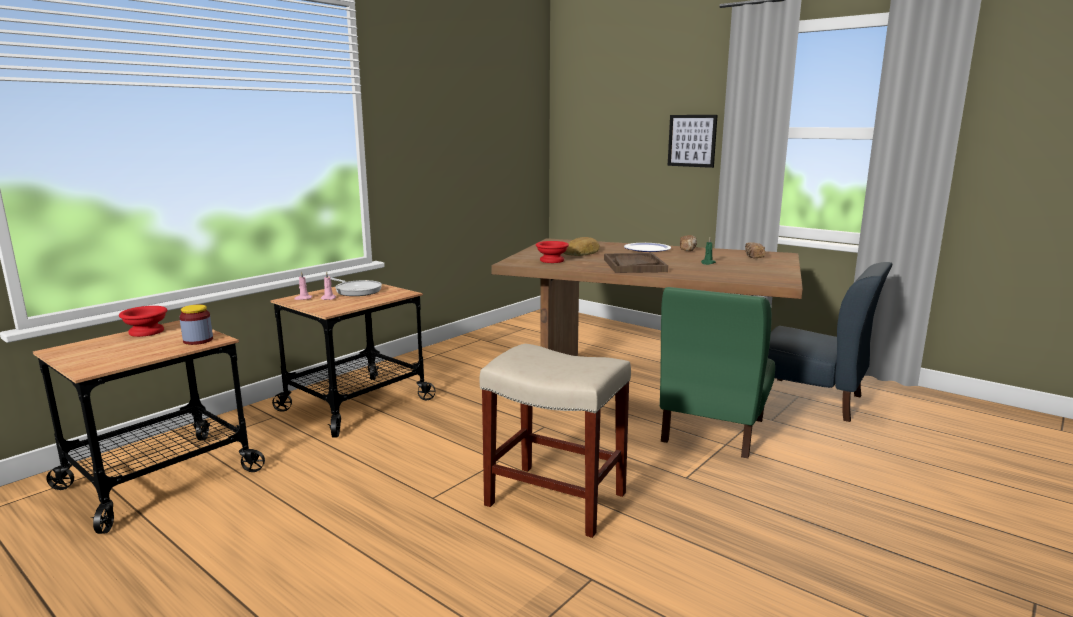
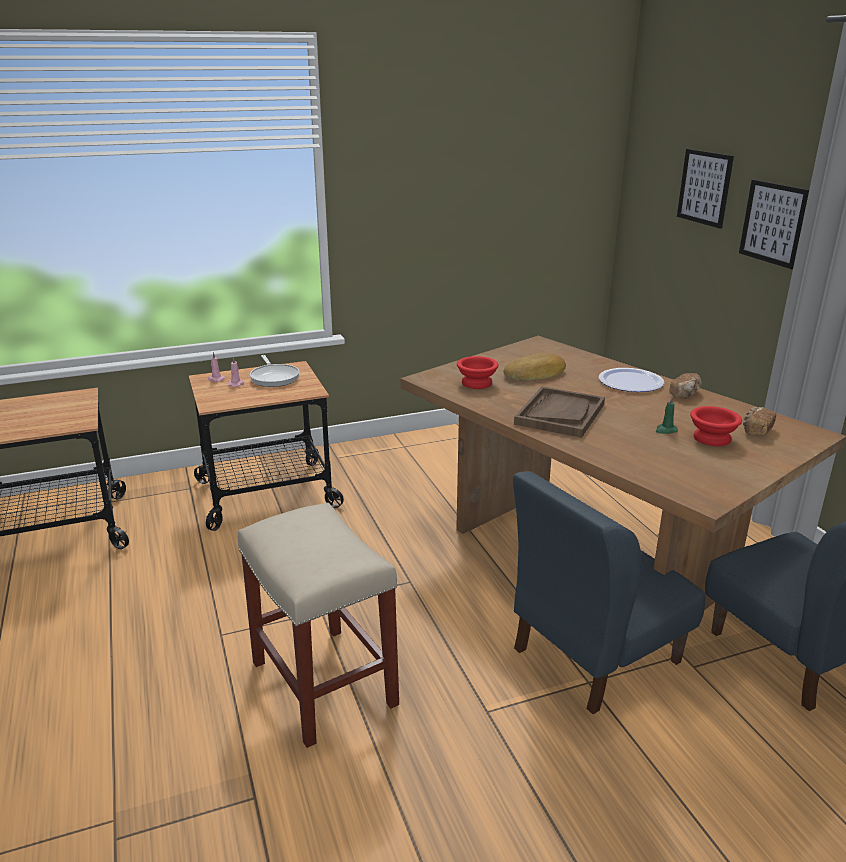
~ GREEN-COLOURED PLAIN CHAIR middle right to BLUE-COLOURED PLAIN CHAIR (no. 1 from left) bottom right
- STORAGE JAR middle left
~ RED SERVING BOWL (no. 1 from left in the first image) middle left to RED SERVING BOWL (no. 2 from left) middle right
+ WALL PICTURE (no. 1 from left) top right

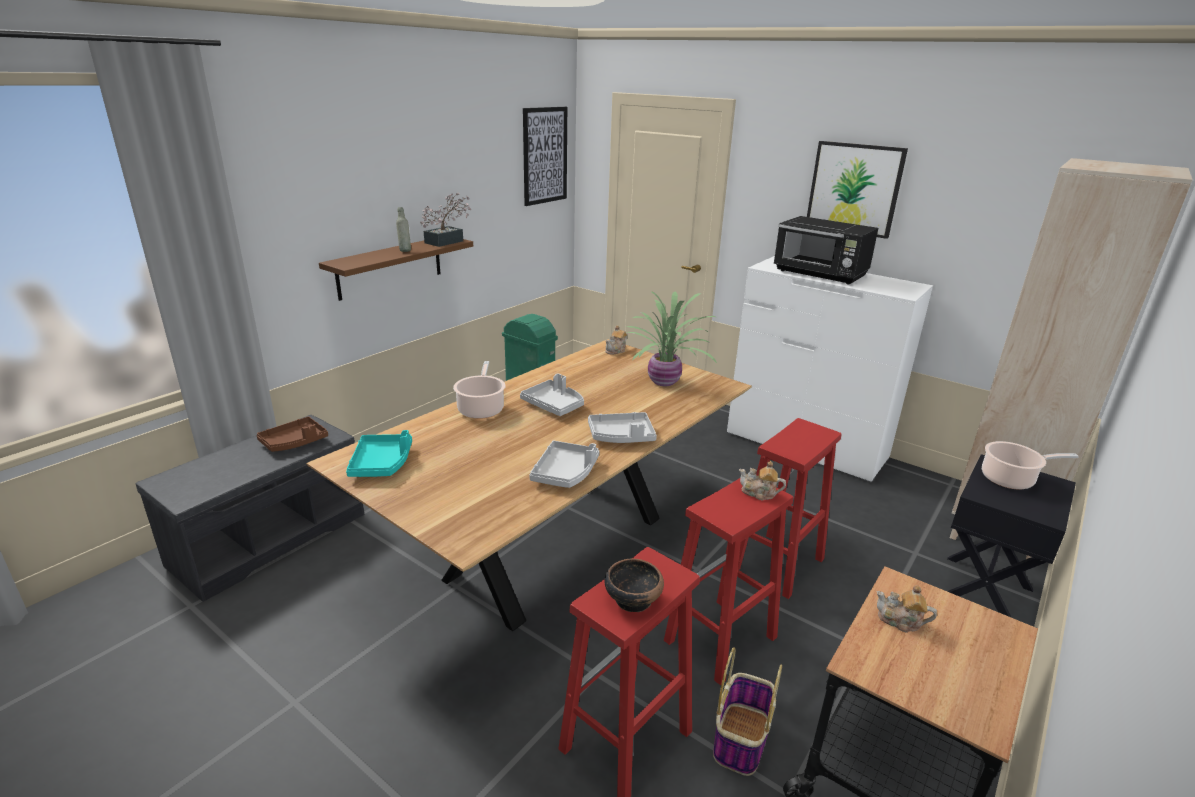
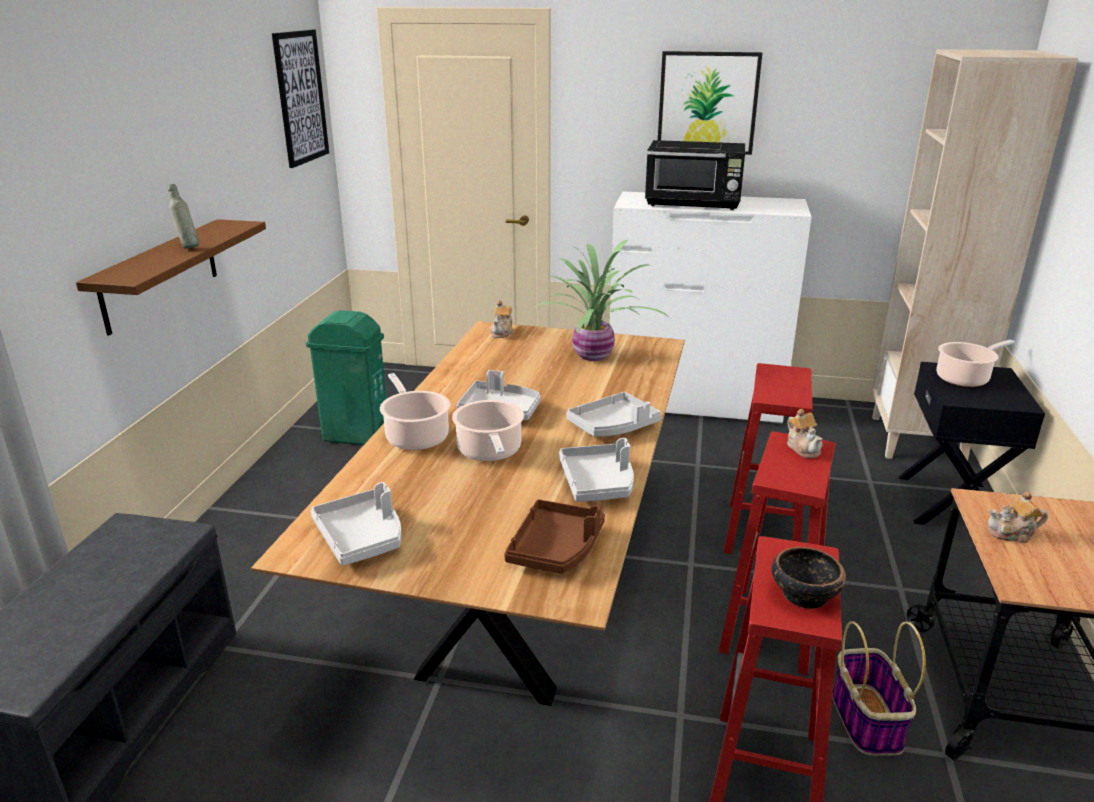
- HOUSEPLANT (no. 1 from left) top centre
~ BROWNISH SERVING TRAY middle left to bottom centre
~ BLUE-GREEN SERVING TRAY middle left to GRAY SERVING TRAY (no. 1 from left) middle left
~ TEA POT (no. 2 from left) centre = middle right 105 degrees counterclockwise
+ STOCKPOT (no. 2 from left) centre

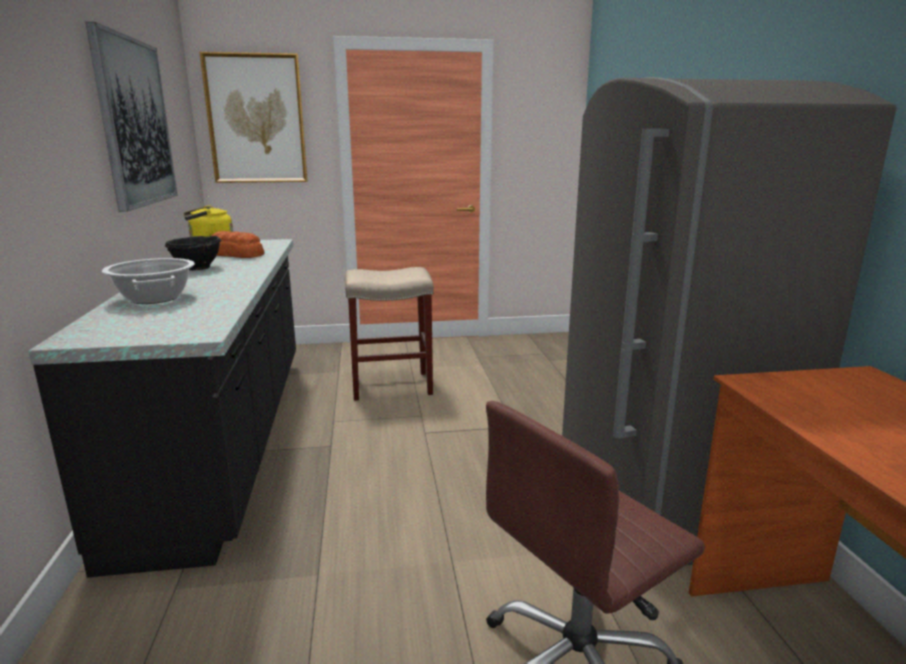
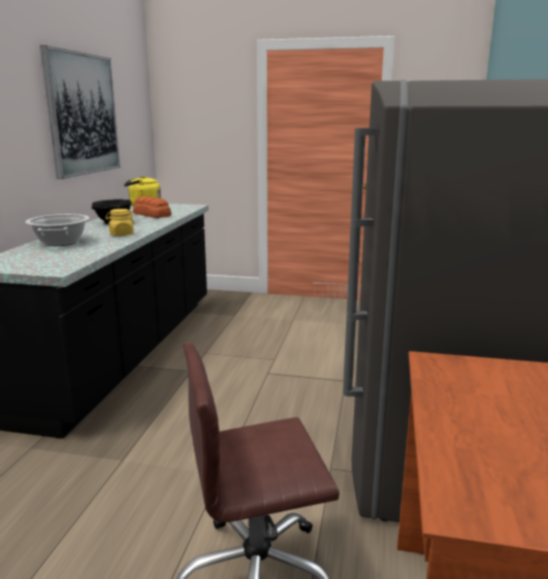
- WALL PICTURE (no. 2 from left) top left
- BEIGE STOOL SEAT centre
+ YELLOW-COLOURED STORAGE JAR middle left

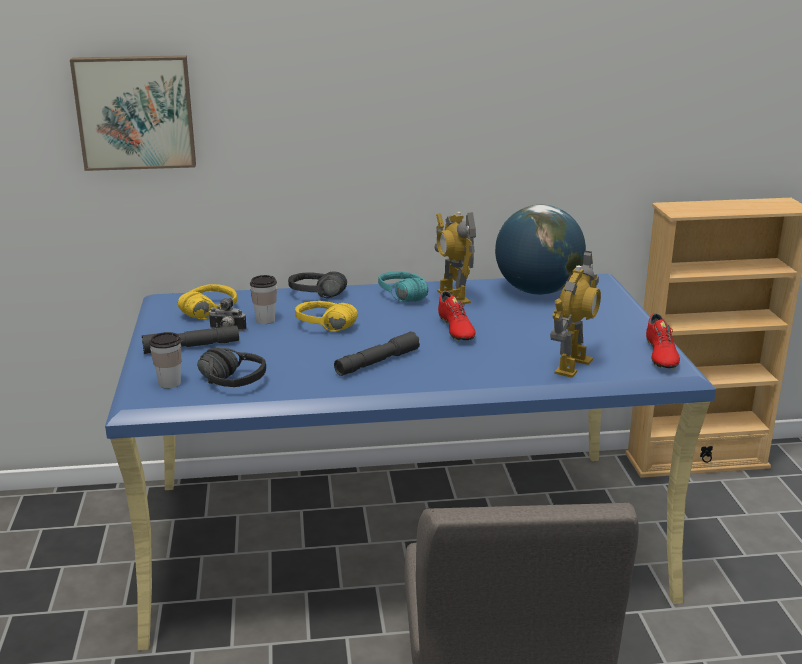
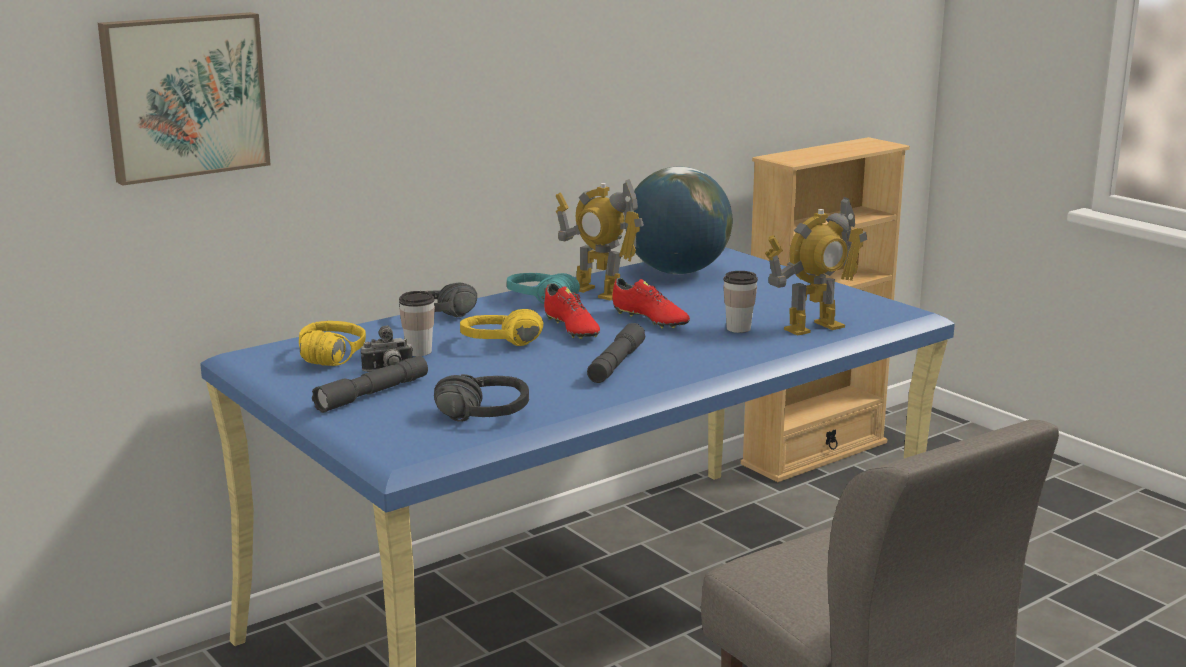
~ ROBOT FIGURE (no. 2 from left) middle right = middle right 60 degrees clockwise
~ RED SHOE (no. 2 from left in the first image) middle right to RED SHOE (no. 1 from left) centre
~ DRINKING CUP (no. 1 from left in the first image) middle left to DRINKING CUP (no. 2 from left) centre

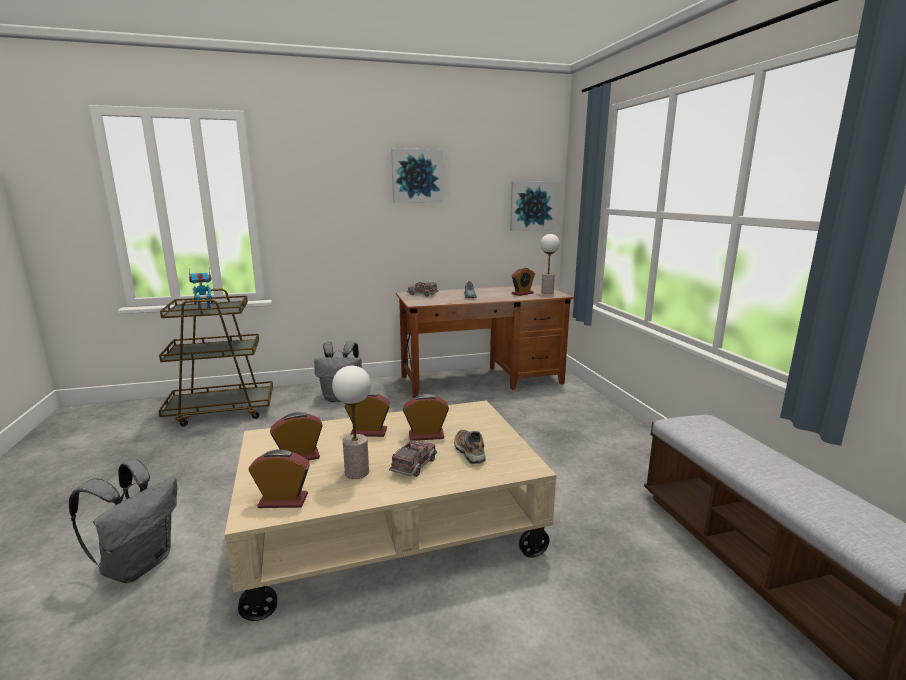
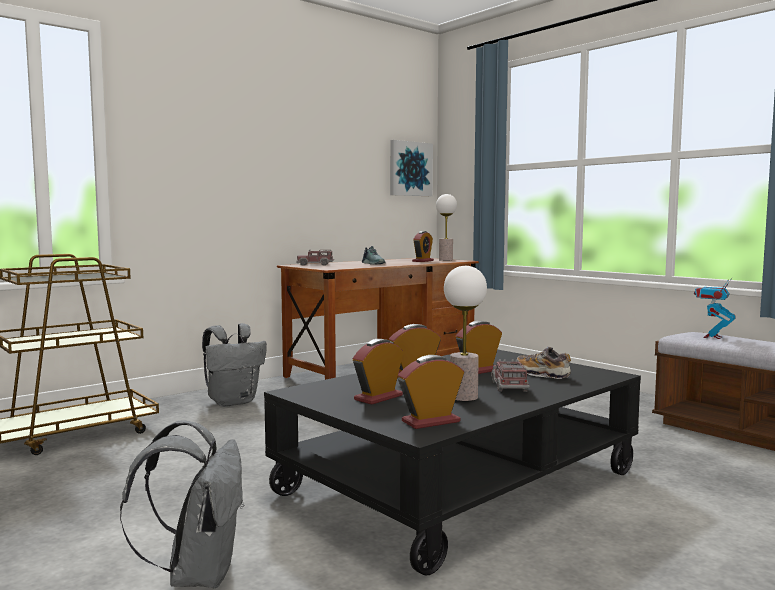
- WALL PICTURE (no. 1 from left) top centre
~ ROBOT FIGURE middle left to middle right
~ BEIGE LOW TABLE bottom centre to BLACK LOW TABLE bottom centre

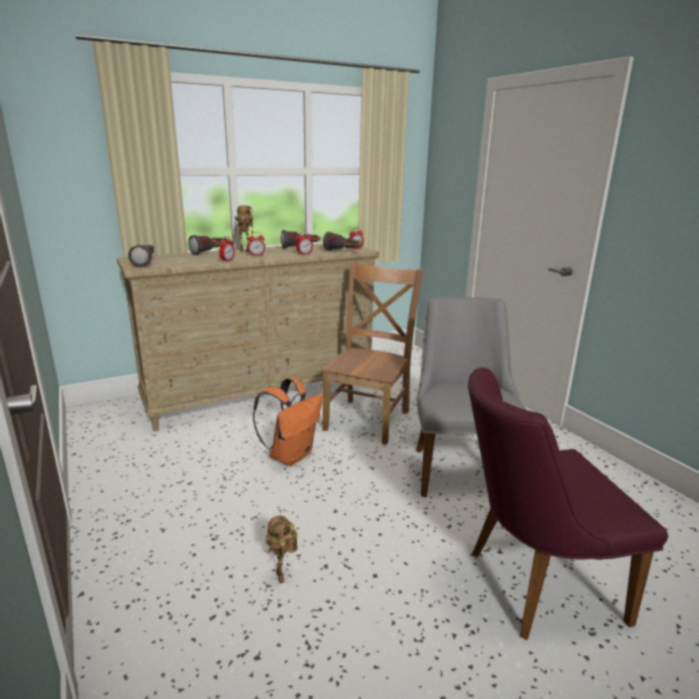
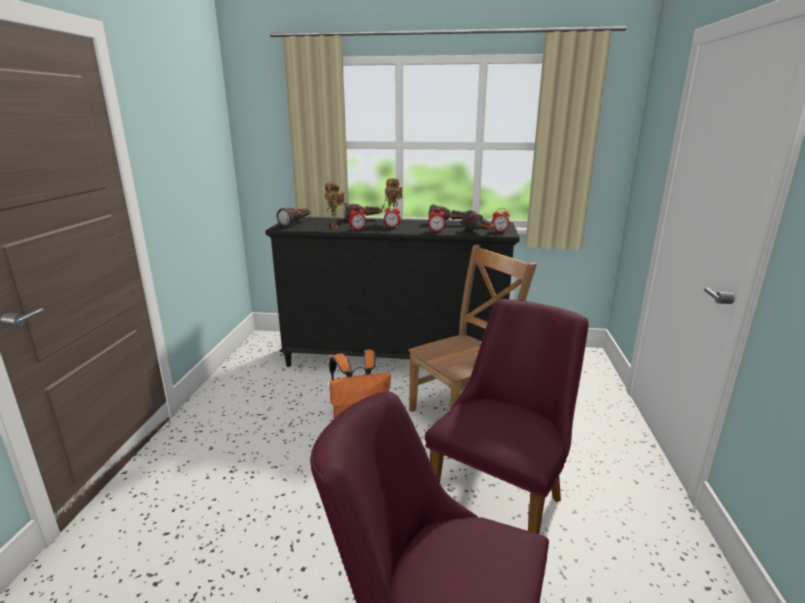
~ BEIGE DRAWER CHEST centre to BLACK DRAWER CHEST centre
~ GRAY PLAIN CHAIR middle right to PURPLISH PLAIN CHAIR (no. 2 from left) bottom centre
~ ROBOT FIGURE (no. 2 from left in the first image) bottom centre to ROBOT FIGURE (no. 1 from left) centre

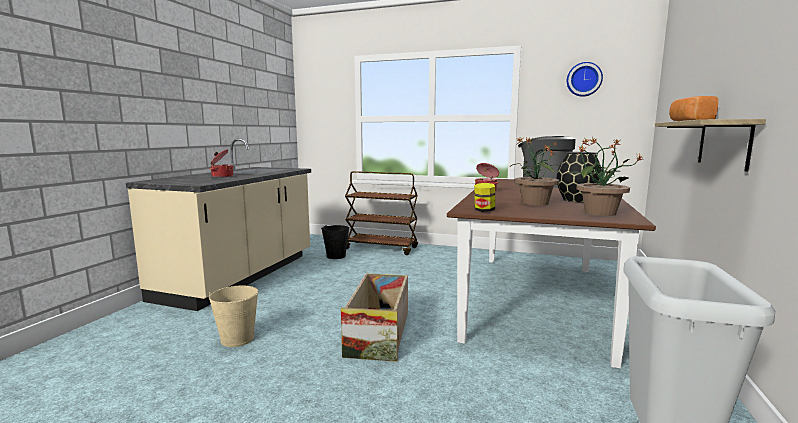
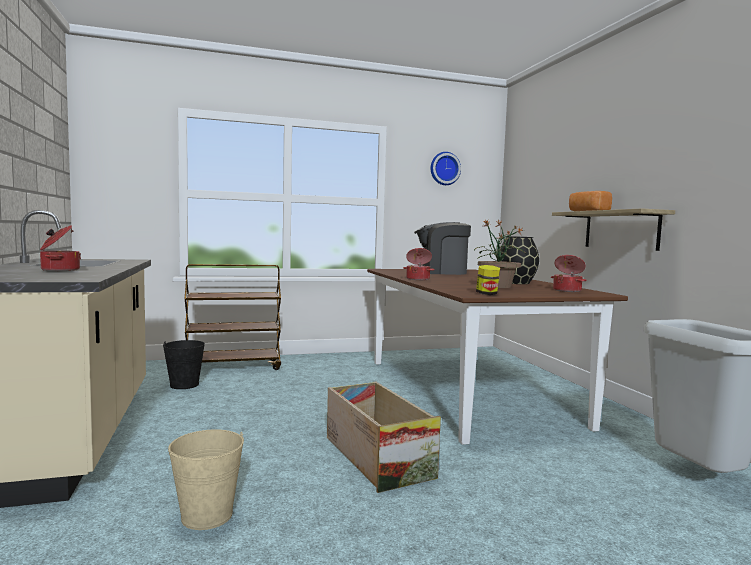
~ HOUSEPLANT (no. 2 from left) middle right to STOCKPOT (no. 3 from left) middle right

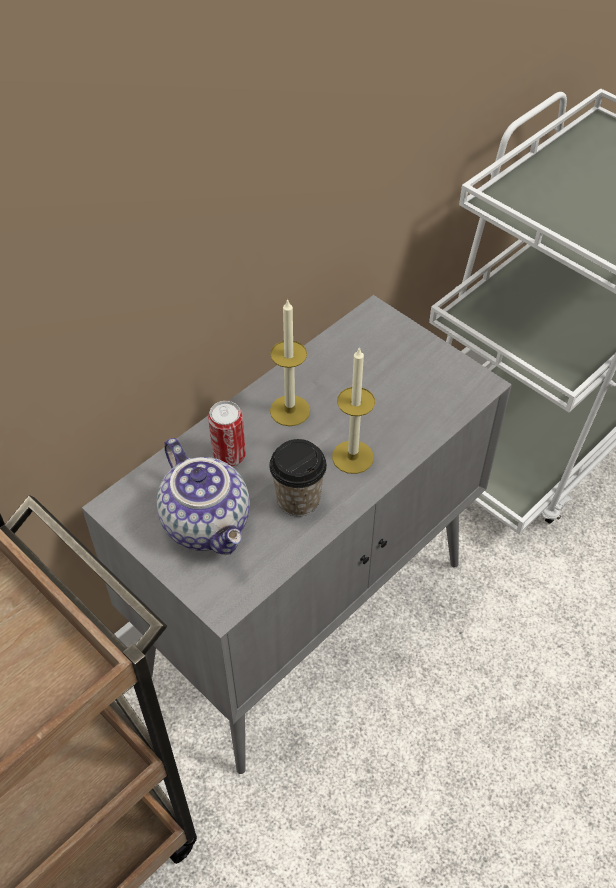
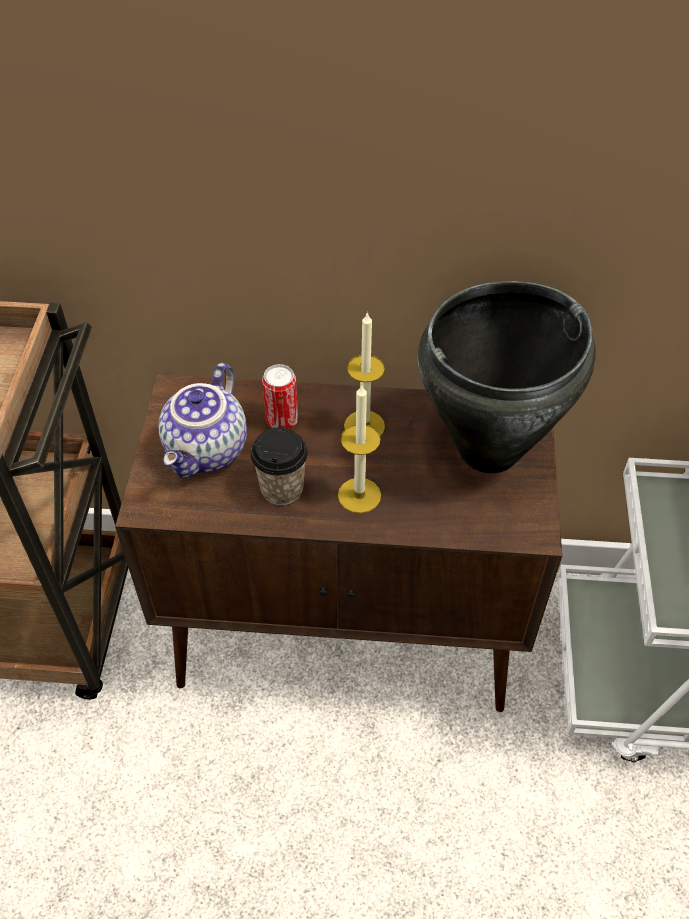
~ GRAY CUPBOARD centre to BROWNISH CUPBOARD centre
+ BLACK STOCKPOT middle right

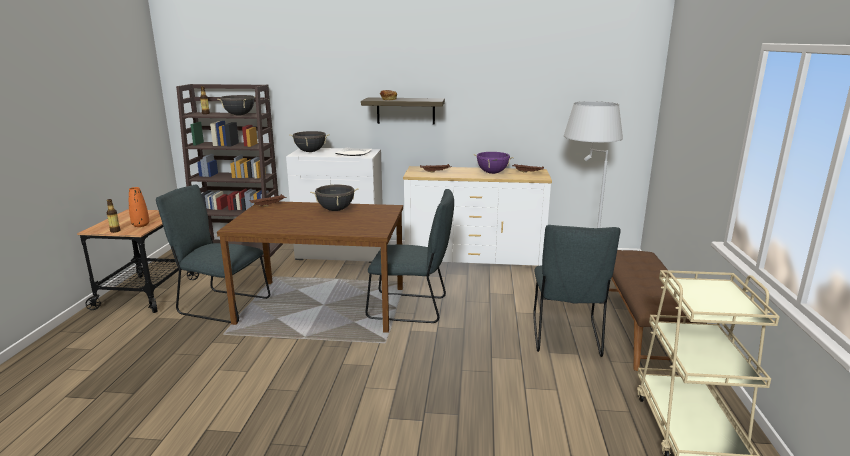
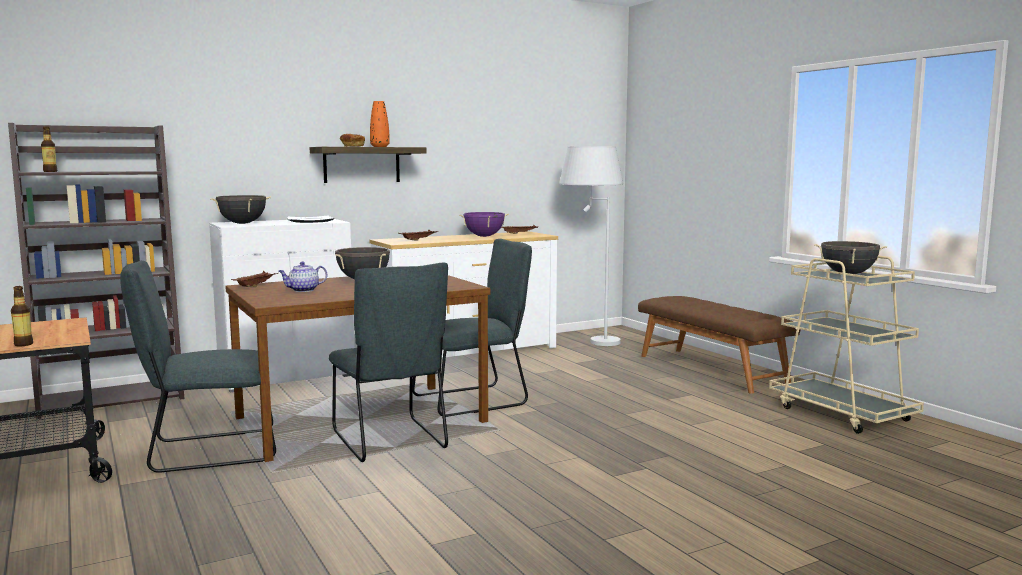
~ BLACK STOCKPOT (no. 1 from left in the first image) top left to BLACK STOCKPOT (no. 3 from left) middle right
~ ORANGE FLOWER VASE middle left to top centre
~ GRAY PLAIN CHAIR (no. 3 from left in the first image) middle right to GRAY PLAIN CHAIR (no. 2 from left) centre
+ TEA POT middle left

